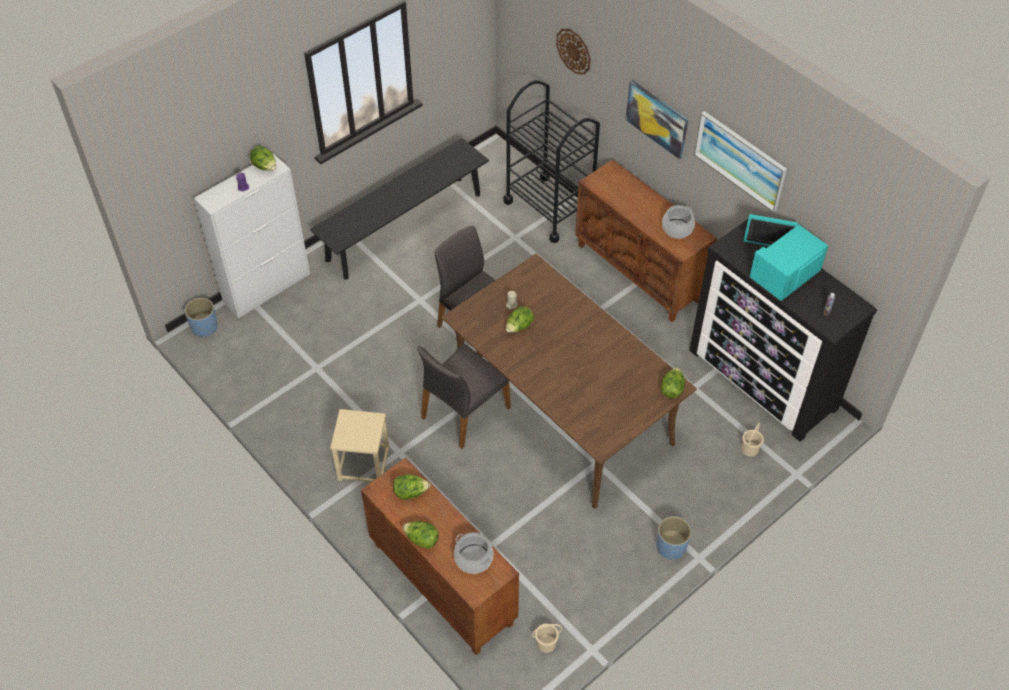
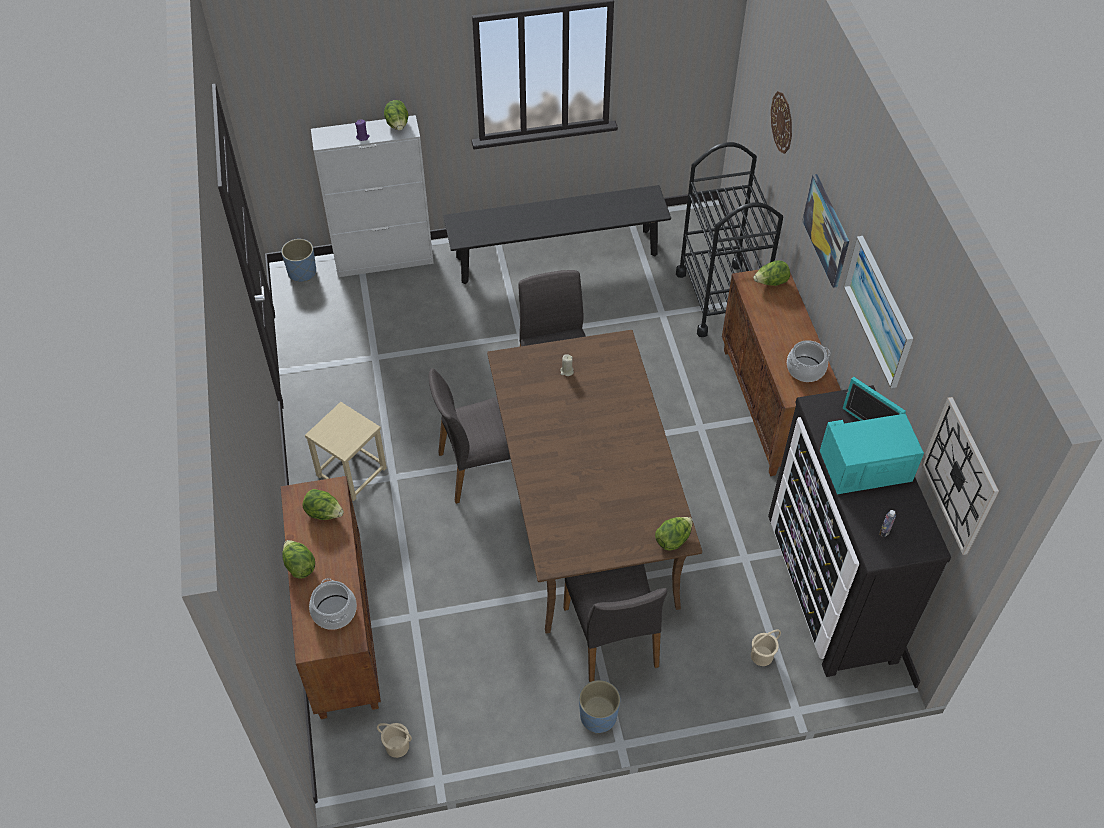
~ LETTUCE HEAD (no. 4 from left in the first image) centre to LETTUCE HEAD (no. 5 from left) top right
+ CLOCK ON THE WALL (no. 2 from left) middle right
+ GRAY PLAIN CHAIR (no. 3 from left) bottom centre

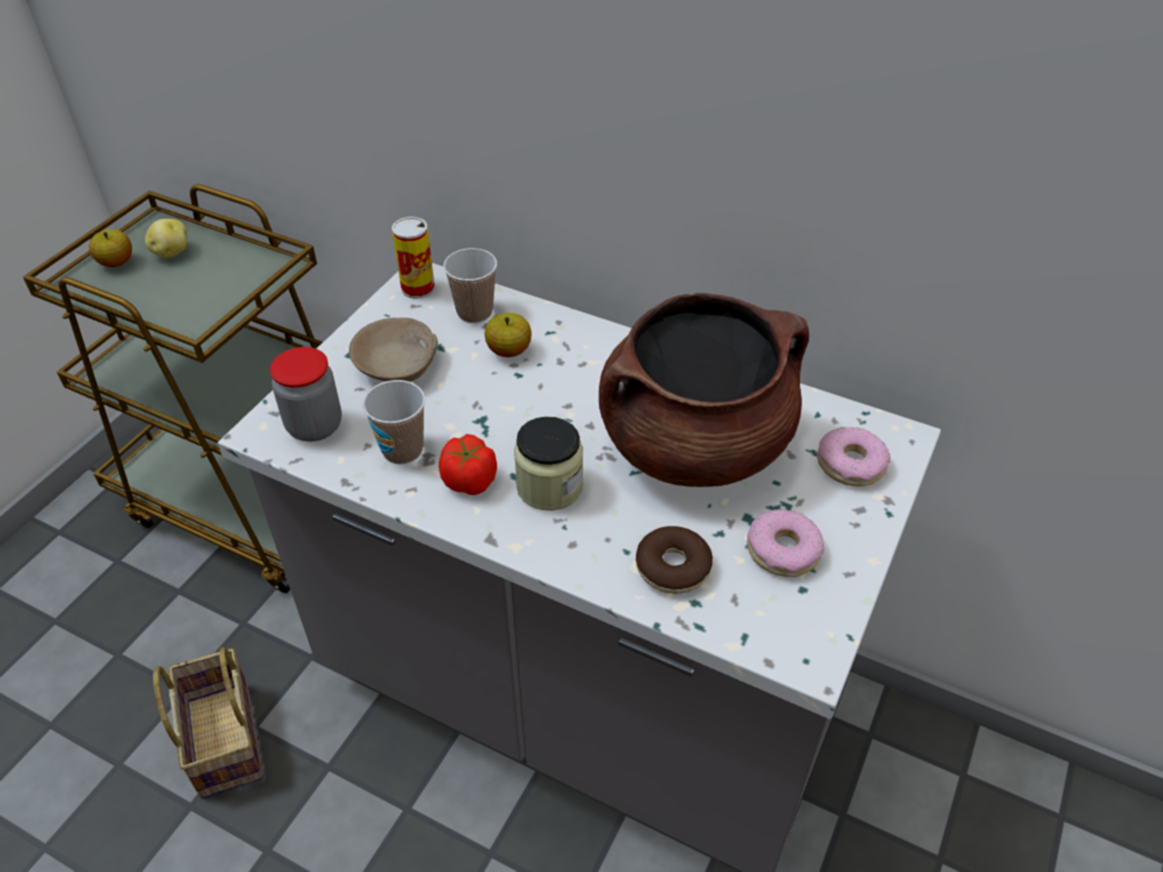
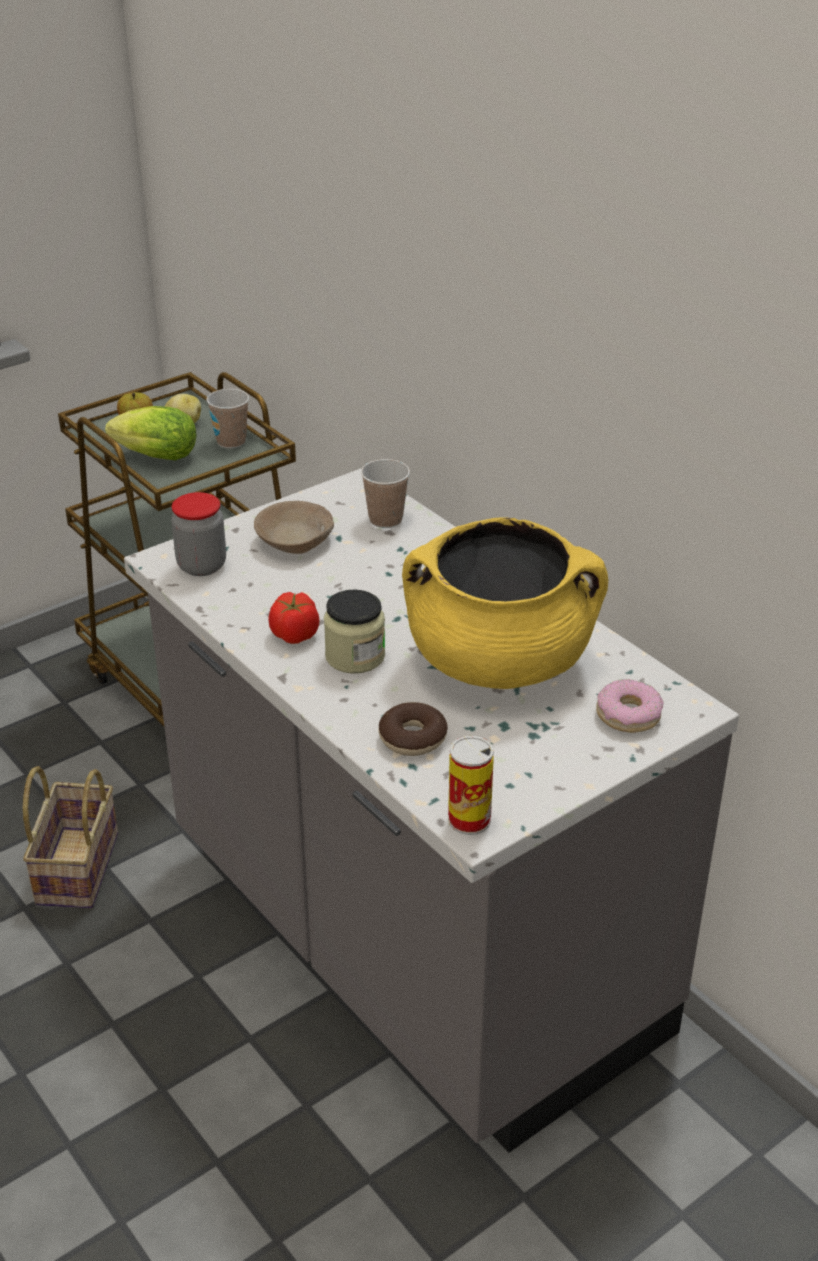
~ CAN top centre to centre
~ BROWNISH STOCKPOT centre to YELLOW-COLOURED STOCKPOT centre
- WHOLE APPLE (no. 2 from left) centre
~ DRINKING CUP (no. 1 from left) centre to top left
- DONUT (no. 2 from left) middle right
+ LETTUCE HEAD middle left

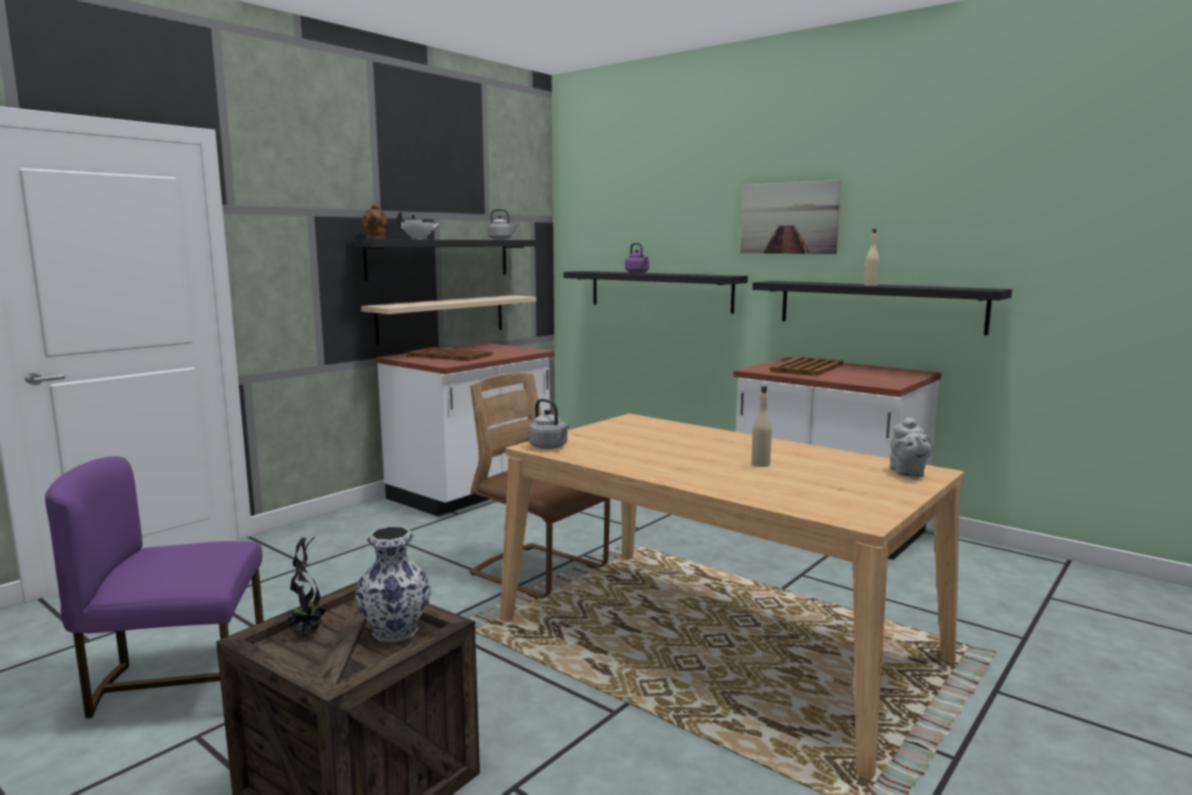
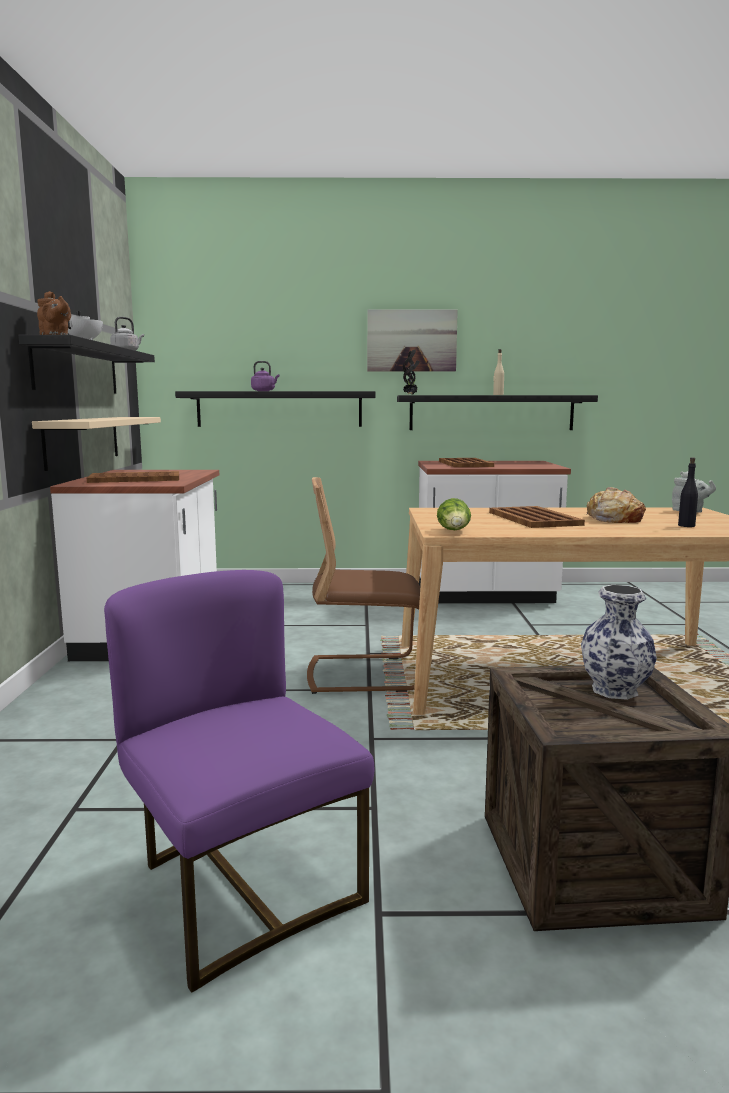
~ BEIGE BOTTLE (no. 1 from left) centre to BAKERY BREAD middle right
~ GRAY WATER KETTLE (no. 2 from left) centre to LETTUCE HEAD centre
~ PURPLISH PLAIN CHAIR bottom left = bottom left 105 degrees clockwise
~ HOUSEPLANT bottom left to centre
+ BLACK BOTTLE middle right
+ BROWNISH SERVING TRAY (no. 3 from left) middle right

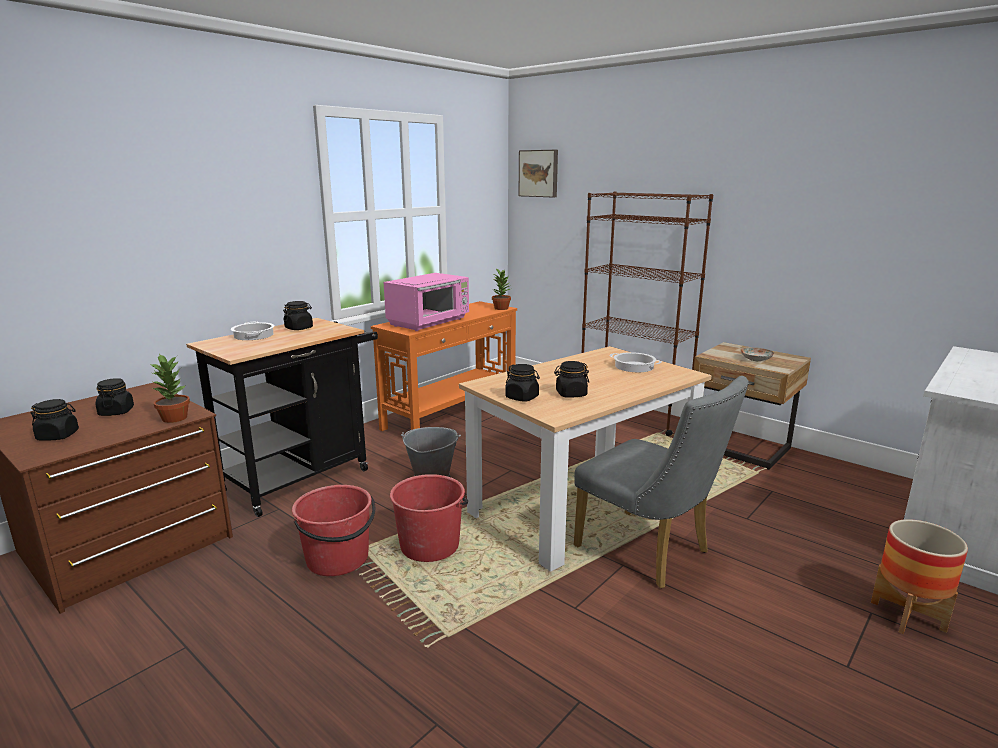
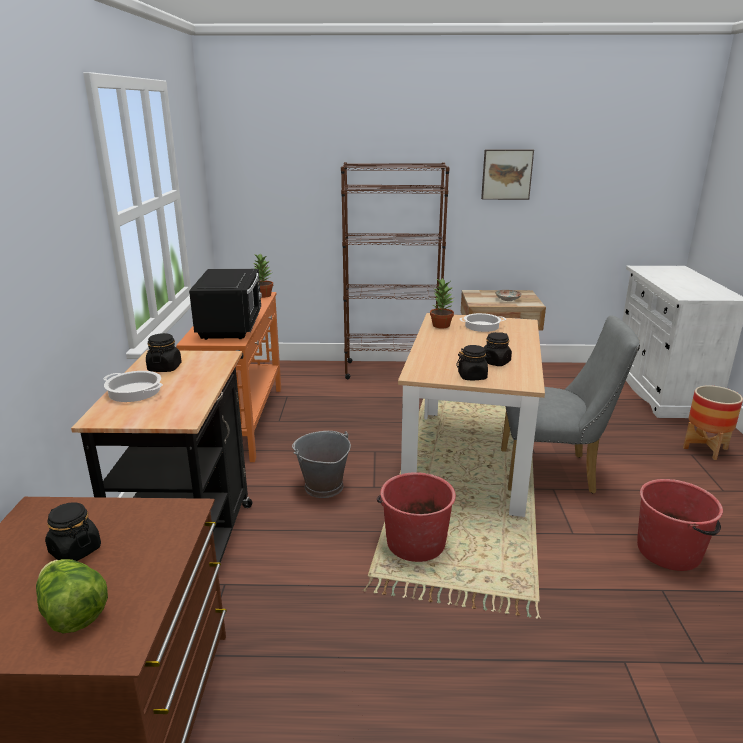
~ WALL PICTURE top centre to top right
~ PINKISH MICROWAVE OVEN centre to BLACK MICROWAVE OVEN middle left
~ HOUSEPLANT (no. 1 from left in the first image) middle left to HOUSEPLANT (no. 2 from left) centre
~ BLACK STORAGE JAR (no. 1 from left) middle left to LETTUCE HEAD bottom left
~ RED PAIL (no. 1 from left in the first image) bottom centre to RED PAIL (no. 2 from left) bottom right

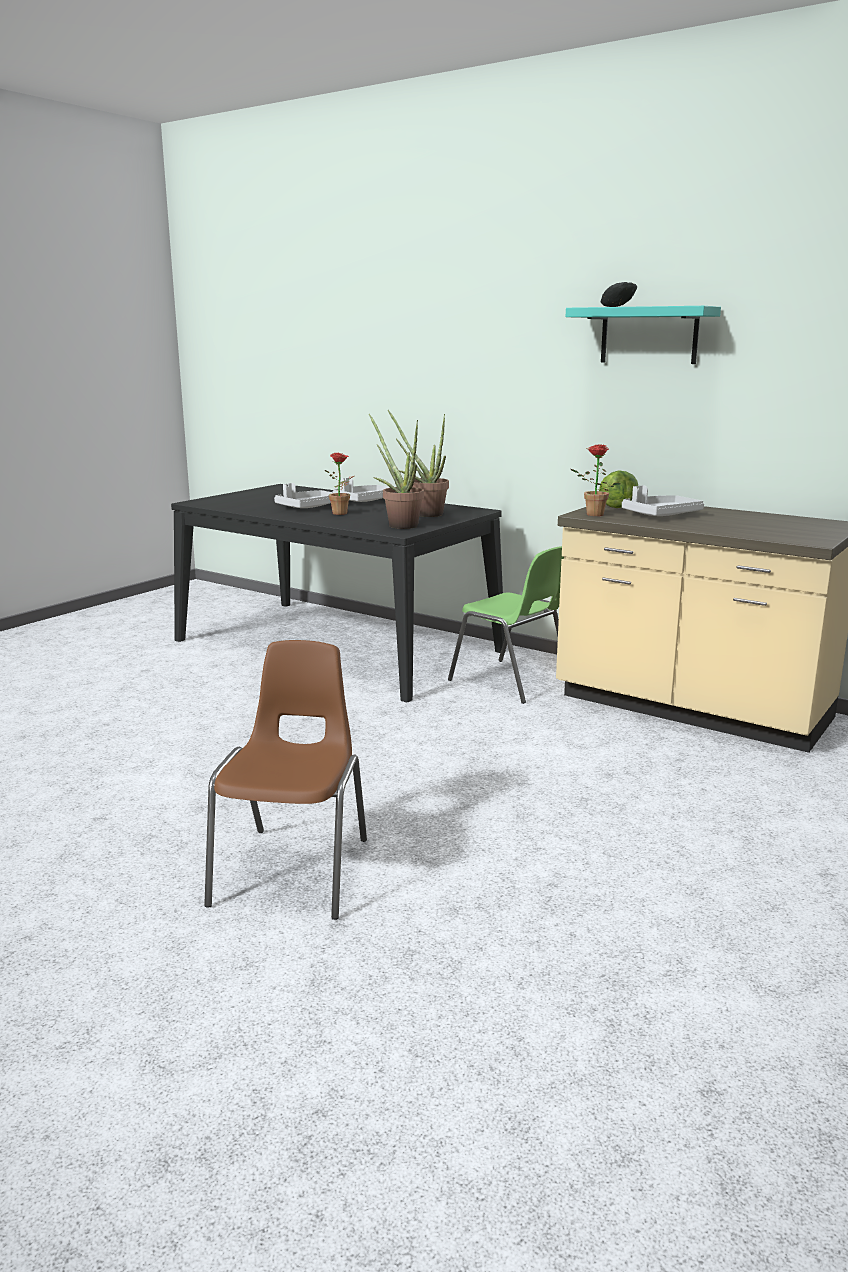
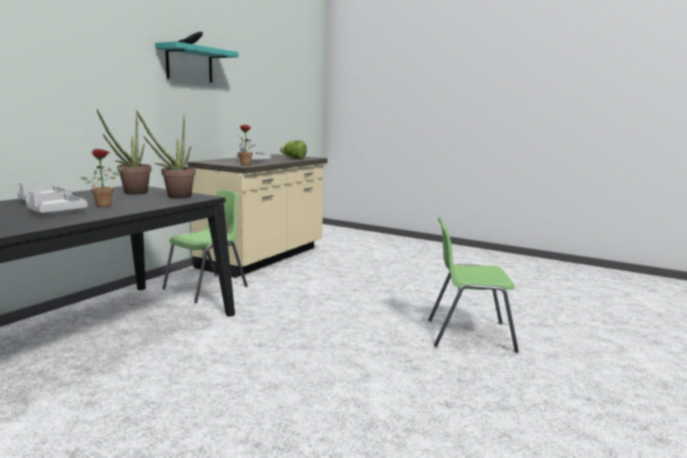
~ LETTUCE HEAD middle right to top centre
~ BROWNISH PLAIN CHAIR centre to GREEN-COLOURED PLAIN CHAIR (no. 2 from left) middle right

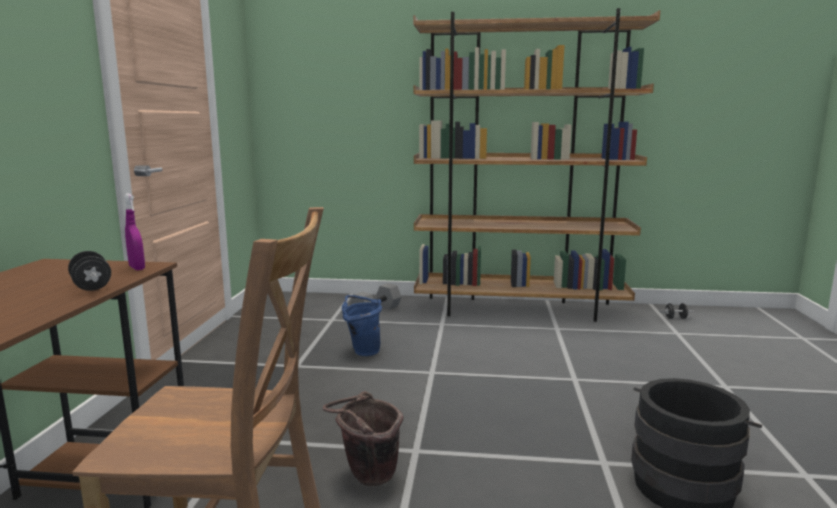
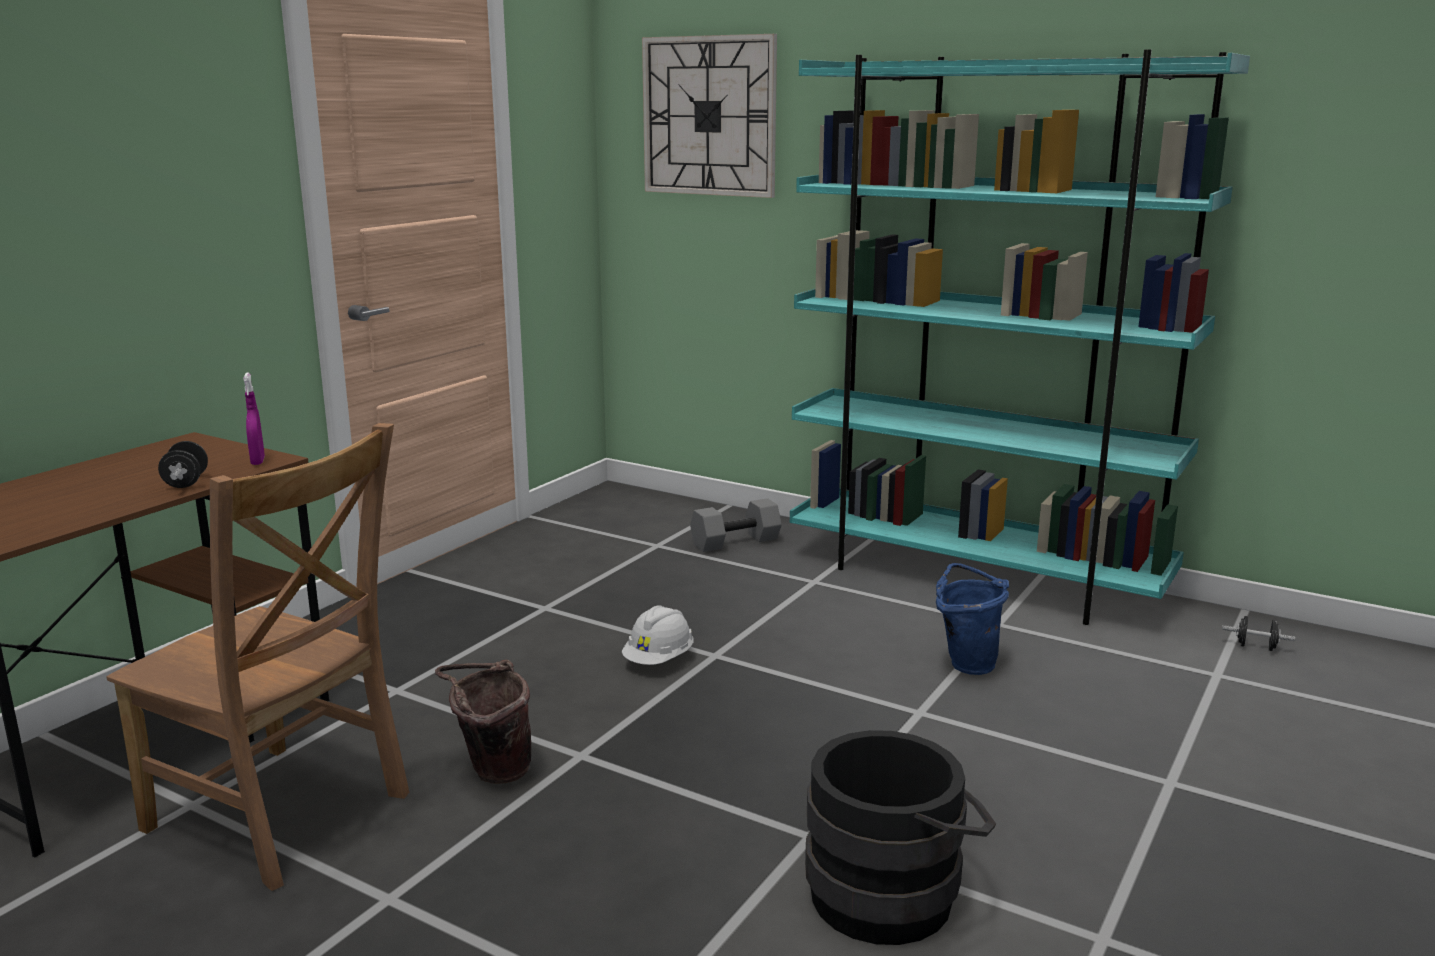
~ BROWNISH SHELVING UNIT top centre to BLUE-GREEN SHELVING UNIT middle right
~ BLUE-COLOURED PAIL centre to middle right
+ CLOCK ON THE WALL top centre
+ WHITE-COLOURED HARD HAT centre

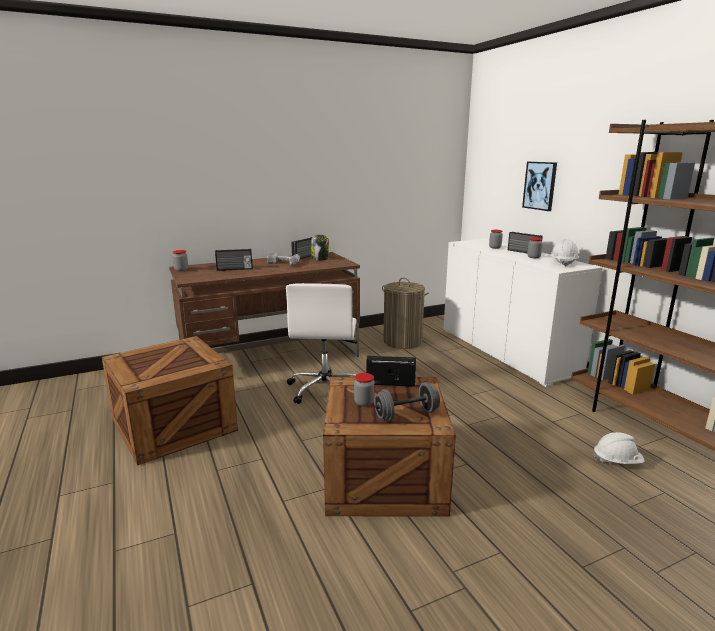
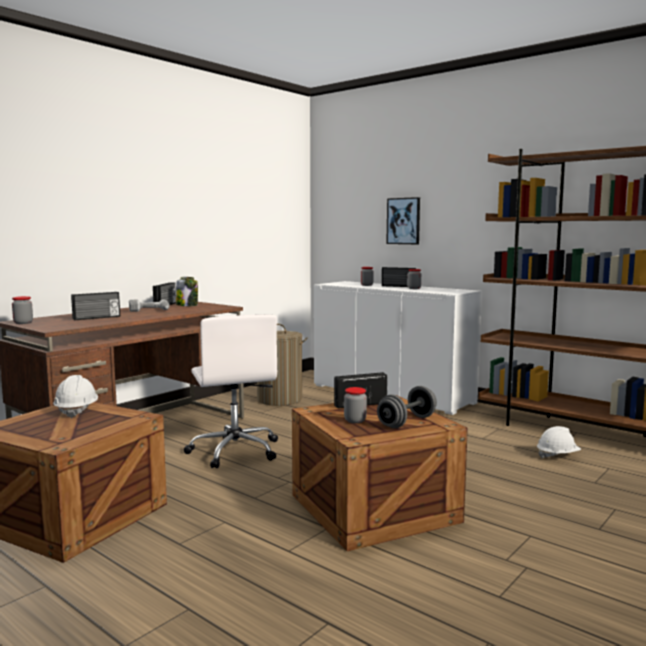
~ WHITE-COLOURED HARD HAT (no. 1 from left) middle right to middle left

